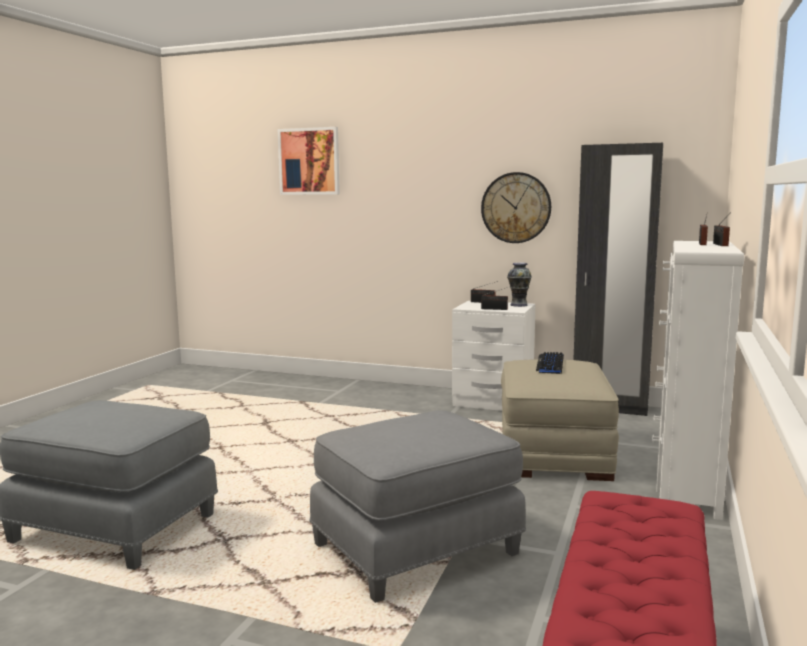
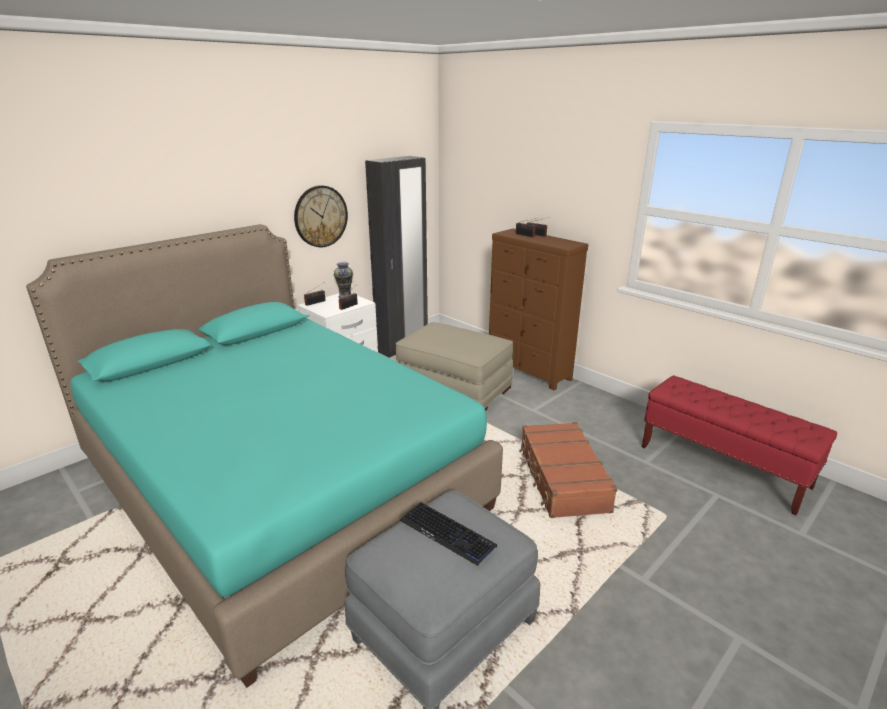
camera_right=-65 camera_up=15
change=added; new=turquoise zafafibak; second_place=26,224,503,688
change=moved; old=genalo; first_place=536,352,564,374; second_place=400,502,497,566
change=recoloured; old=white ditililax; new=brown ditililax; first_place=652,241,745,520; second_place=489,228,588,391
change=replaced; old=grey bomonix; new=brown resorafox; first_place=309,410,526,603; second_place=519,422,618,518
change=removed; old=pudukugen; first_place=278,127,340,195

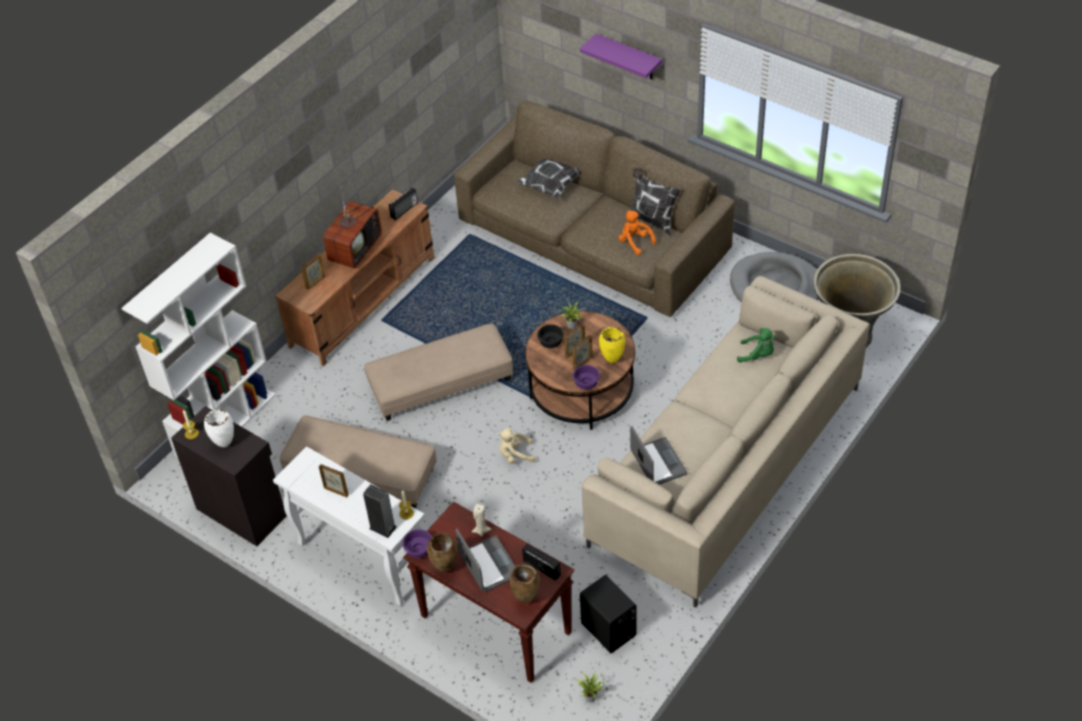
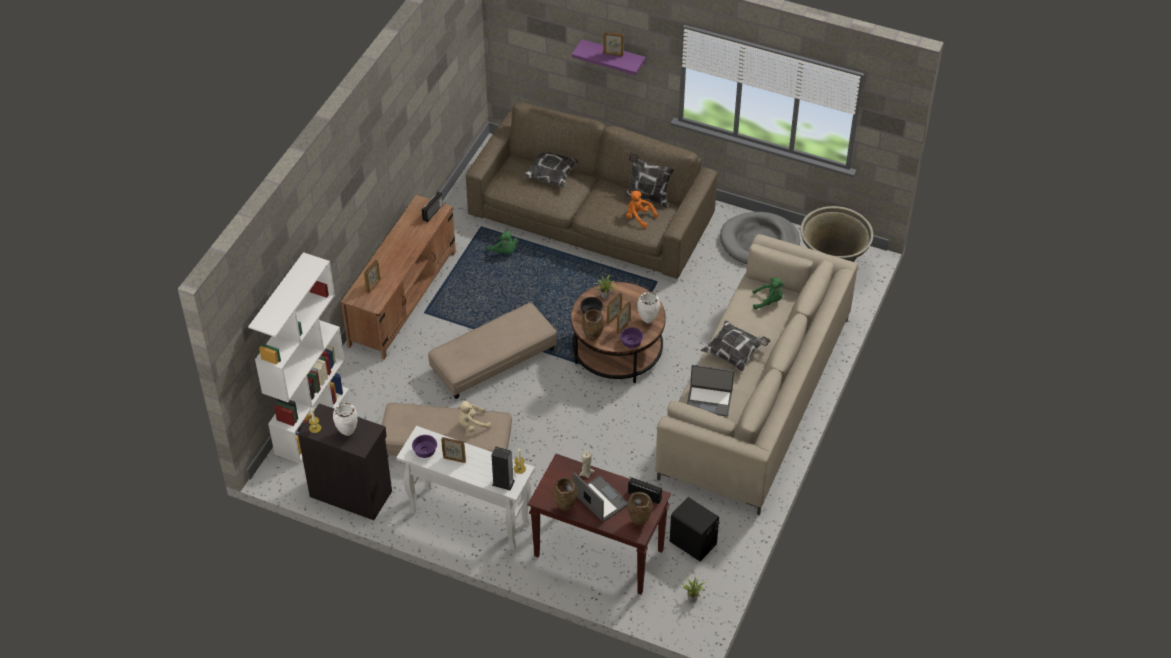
camera_right=-15 camera_up=0
change=moved; old=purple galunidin; first_place=402,529,432,558; second_place=412,435,437,458
change=moved; old=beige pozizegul; first_place=498,428,536,464; second_place=457,401,491,432
change=added; new=green pozizegul; second_place=486,230,518,254
change=added; new=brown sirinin; second_place=582,309,604,341
change=added; new=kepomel; second_place=603,31,624,56
change=recoloured; old=yellow sirinin; new=white sirinin; first_place=599,327,625,363; second_place=637,292,660,324
change=turned; old=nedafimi; first_place=630,426,687,485; second_place=687,365,734,417; degrees=135
change=added; new=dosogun; second_place=700,320,770,372
change=removed; old=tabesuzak; first_place=323,186,382,268

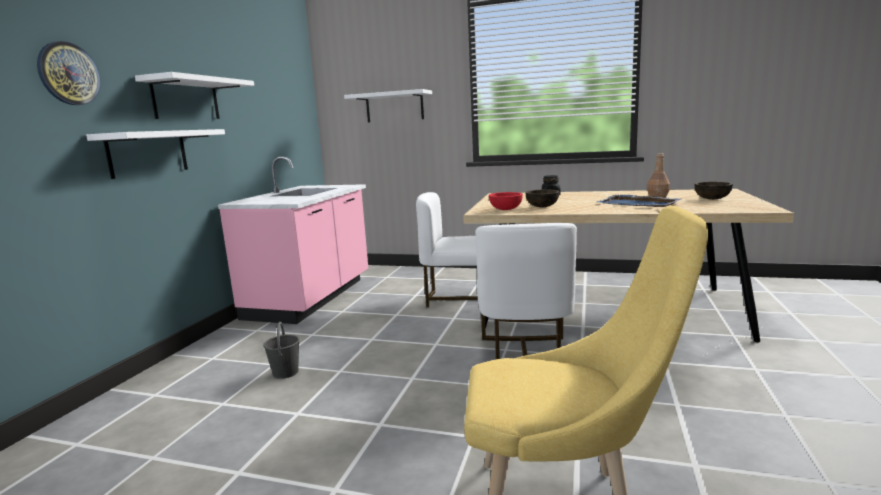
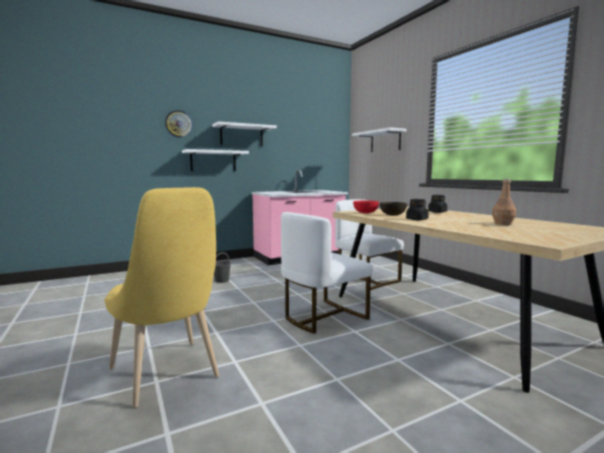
camera_right=45 camera_up=-5
change=added; new=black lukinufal; second_place=406,199,429,220
change=removed; old=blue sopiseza; first_place=597,195,683,207
change=removed; old=brown galunidin; first_place=694,182,733,200

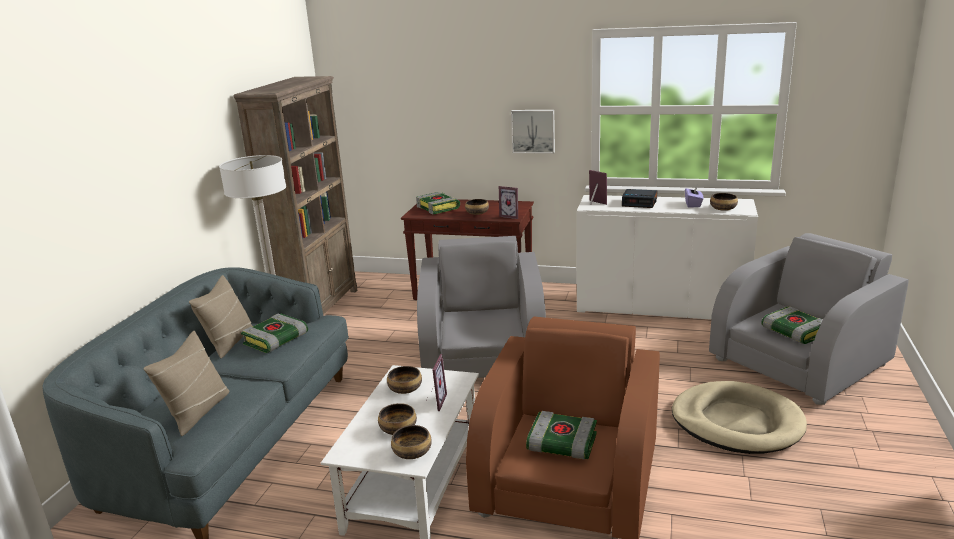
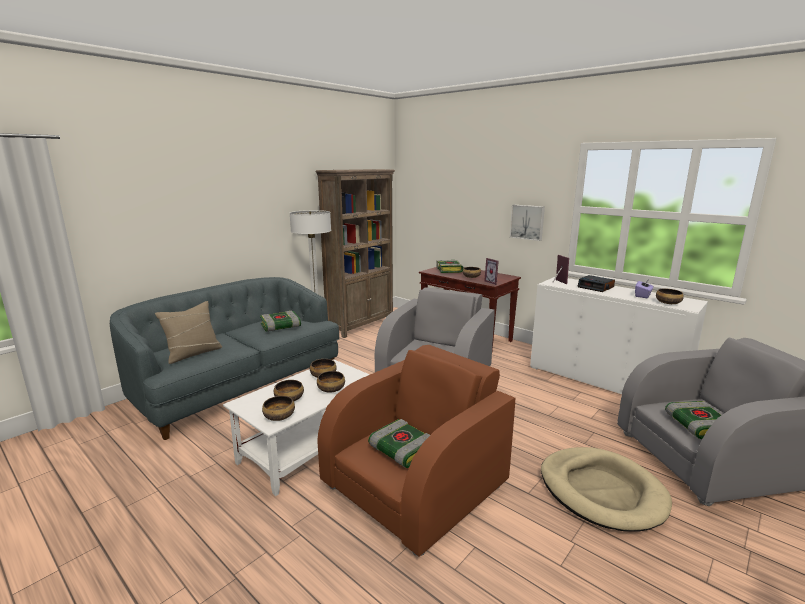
camera_right=25 camera_up=-5
change=replaced; old=kepomel; new=galunidin; first_place=429,354,447,411; second_place=317,371,345,393
change=removed; old=beige dosogun; first_place=189,275,253,358

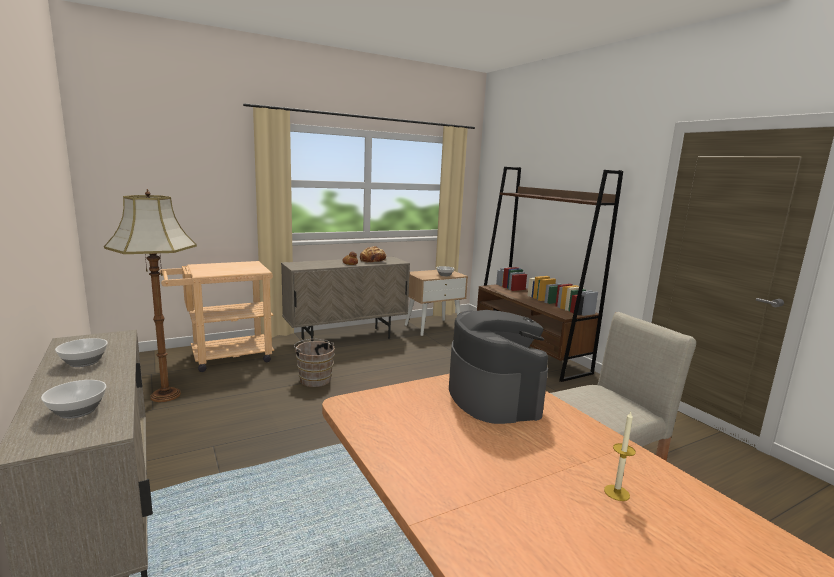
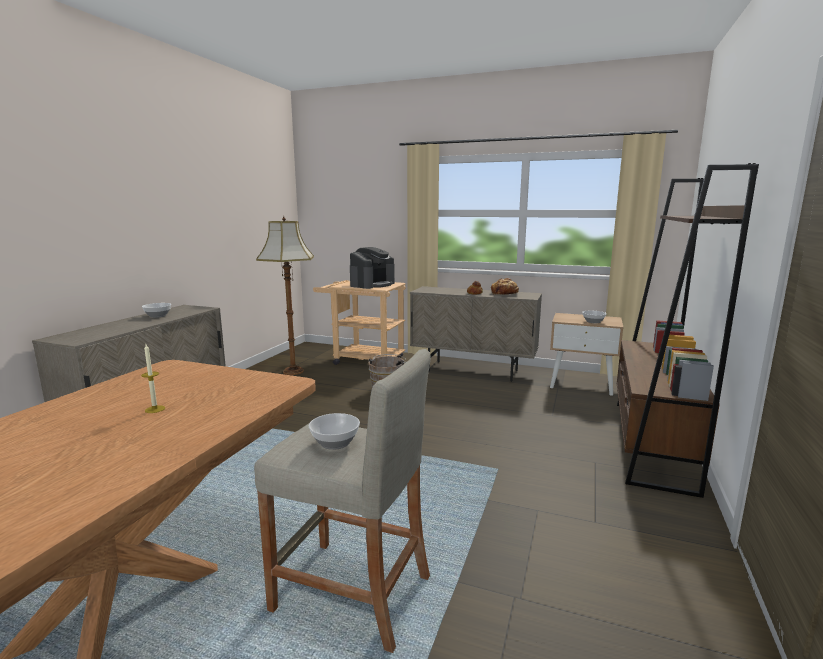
camera_right=50 camera_up=0
change=moved; old=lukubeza; first_place=604,412,636,501; second_place=141,344,165,413
change=moved; old=galunidin; first_place=41,380,106,419; second_place=309,413,360,450
change=moved; old=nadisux; first_place=449,310,548,424; second_place=350,247,395,289

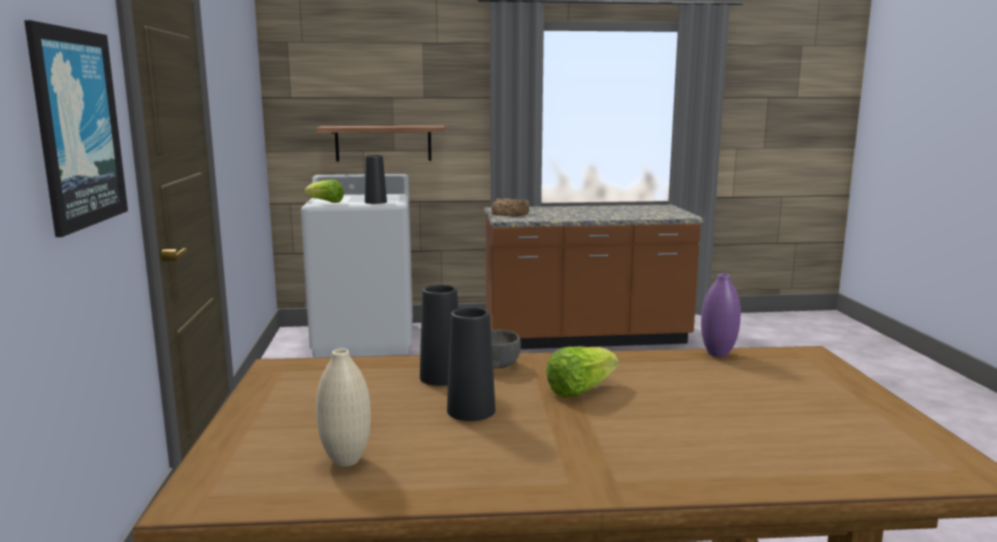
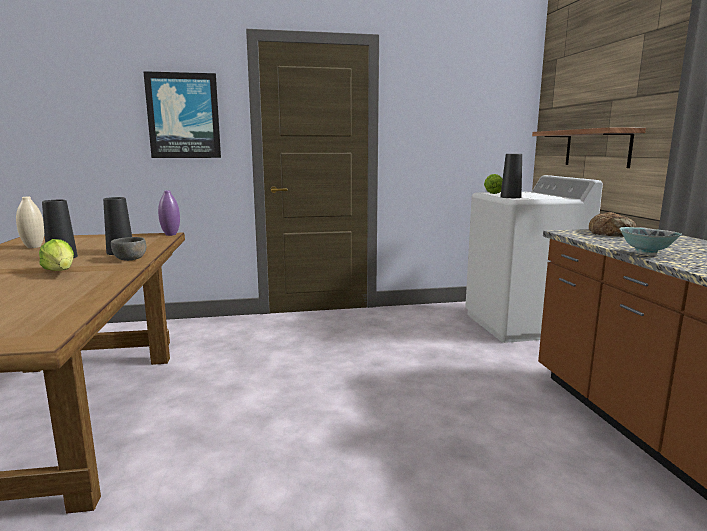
camera_right=85 camera_up=0
change=moved; old=purple sirinin; first_place=701,273,741,357; second_place=158,190,180,236
change=added; new=galunidin; second_place=619,227,682,256

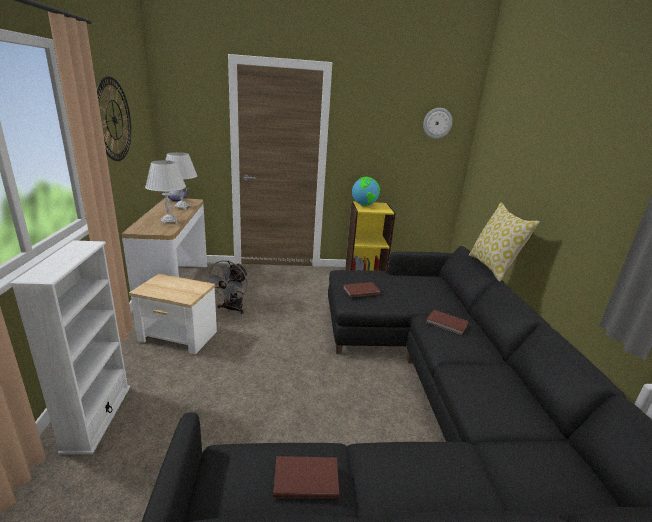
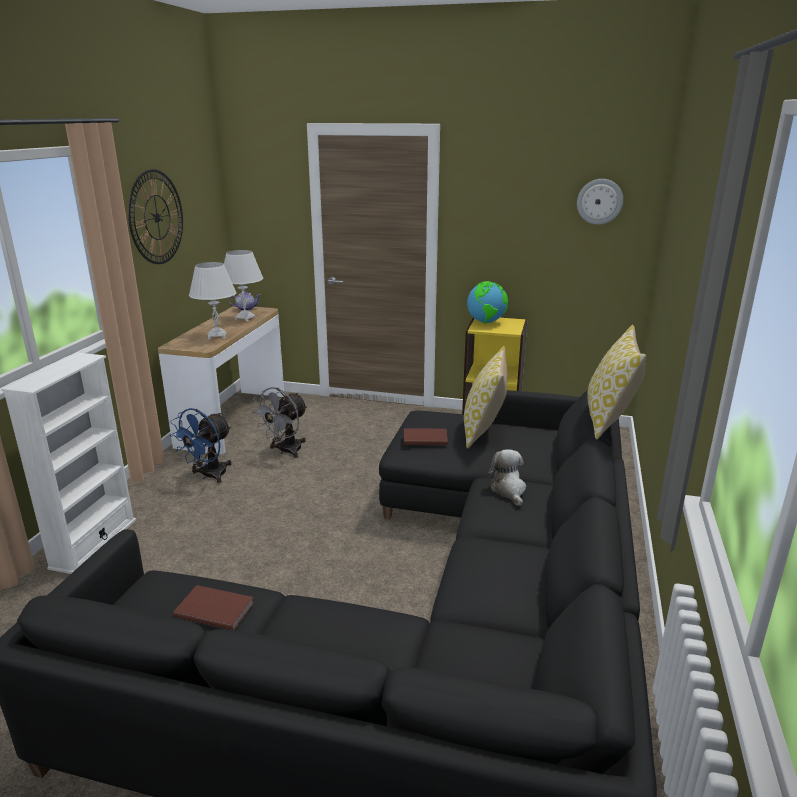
camera_right=20 camera_up=0
change=replaced; old=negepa; new=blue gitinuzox; first_place=129,274,217,354; second_place=170,408,231,483
change=added; new=dosogun; second_place=464,346,507,449
change=replaced; old=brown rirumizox; new=pozizegul; first_place=426,310,469,335; second_place=488,449,526,506

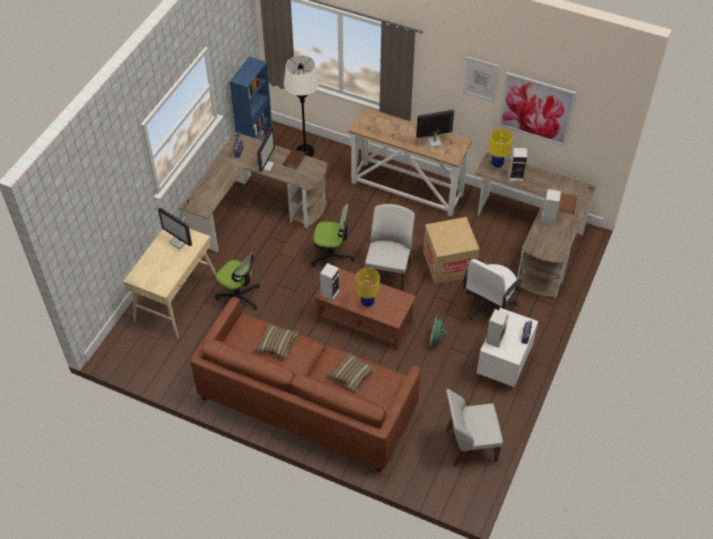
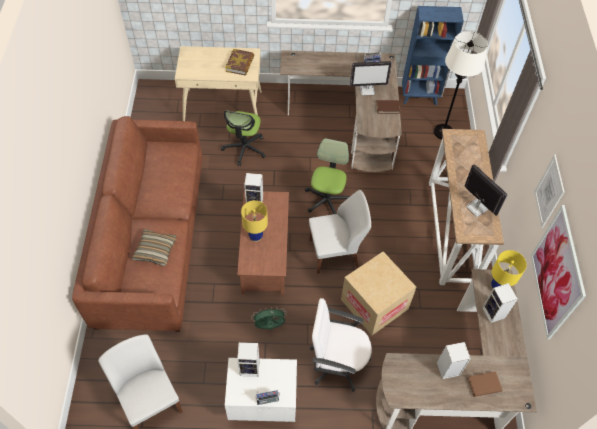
camera_right=65 camera_up=5
change=replaced; old=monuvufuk; new=rirumizox; first_place=158,207,192,249; second_place=225,49,254,75
change=turned; old=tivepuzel; first_place=311,204,355,267; second_place=305,138,350,214; degrees=-150
change=removed; old=dosogun; first_place=256,324,298,358

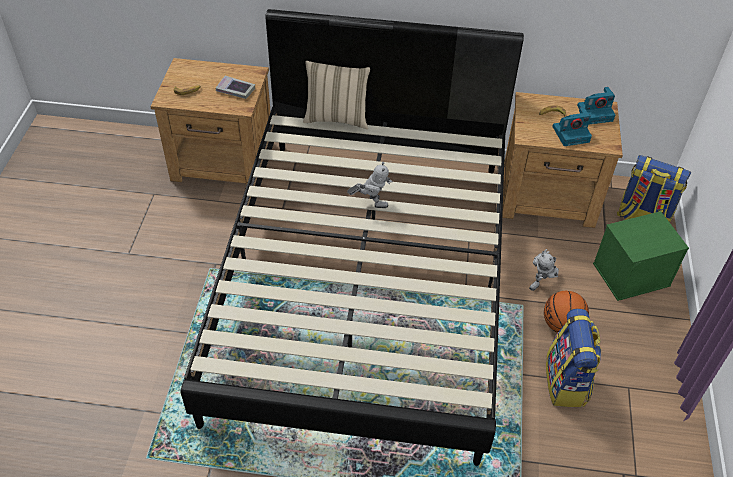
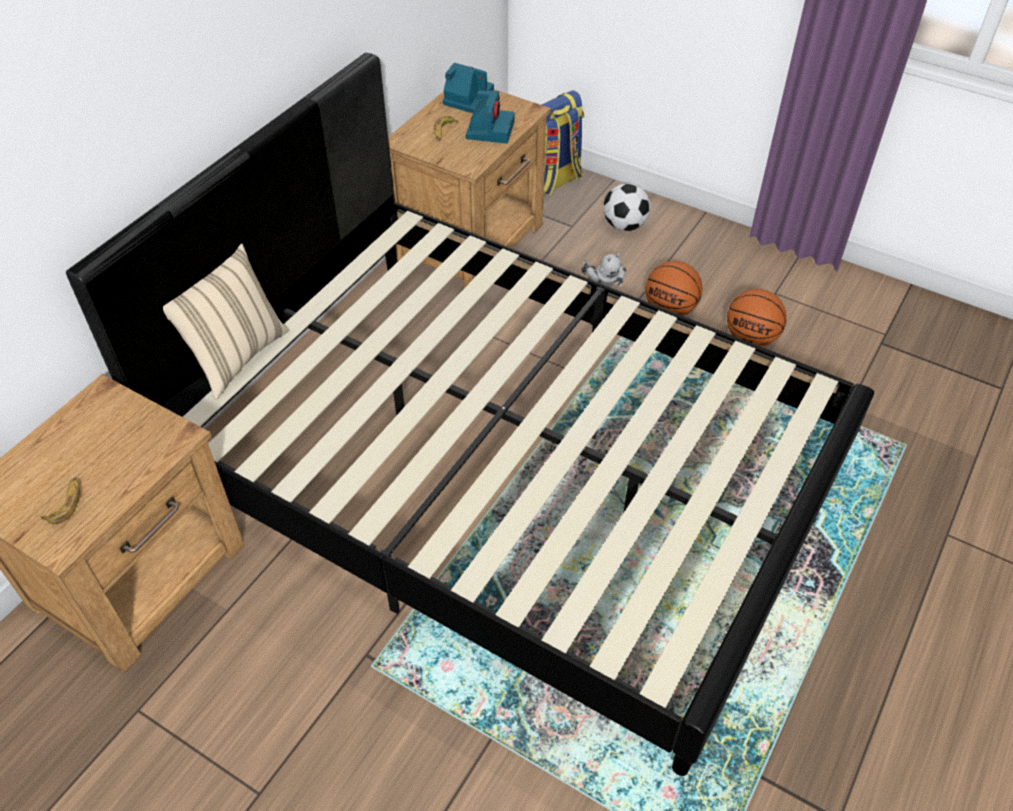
camera_right=-65 camera_up=0
change=turned; old=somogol; first_place=577,87,615,125; second_place=443,63,494,113; degrees=-75
change=replaced; old=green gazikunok; new=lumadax; first_place=593,211,689,301; second_place=603,183,651,231
change=replaced; old=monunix; new=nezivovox; first_place=546,309,601,407; second_place=727,289,787,347
change=removed; old=rirumizox; first_place=216,76,255,99
change=removed; old=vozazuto; first_place=347,162,393,208

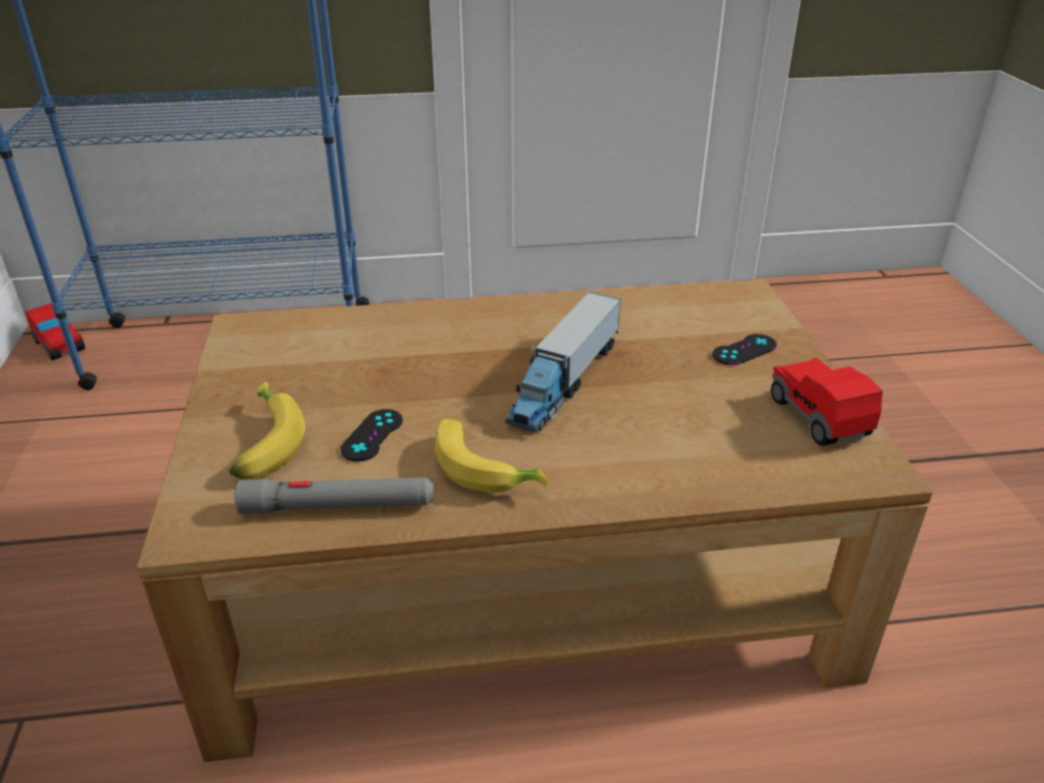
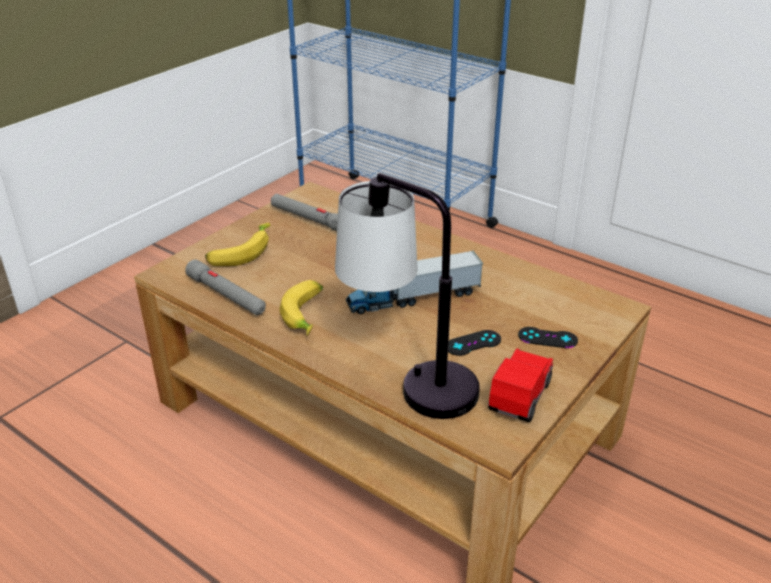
camera_right=45 camera_up=0
change=added; new=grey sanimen; second_place=271,194,338,231
change=added; new=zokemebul; second_place=335,173,480,419
change=moved; old=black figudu; first_place=340,409,403,461; second_place=448,330,501,356
change=removed; old=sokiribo; first_place=25,303,85,360

